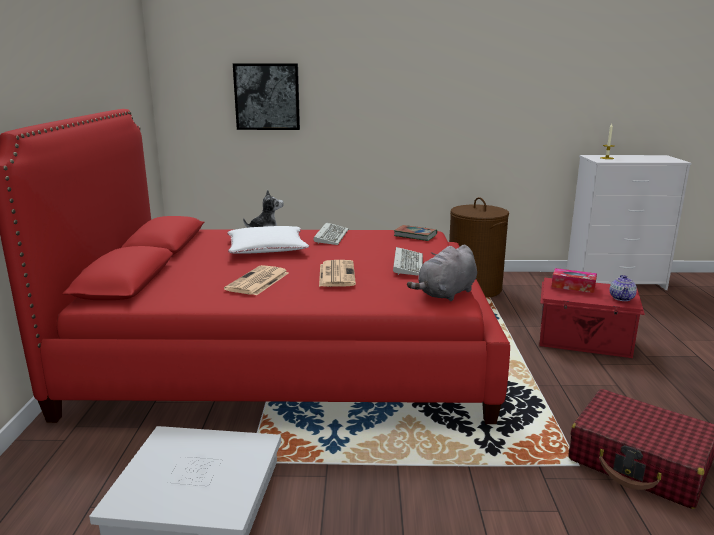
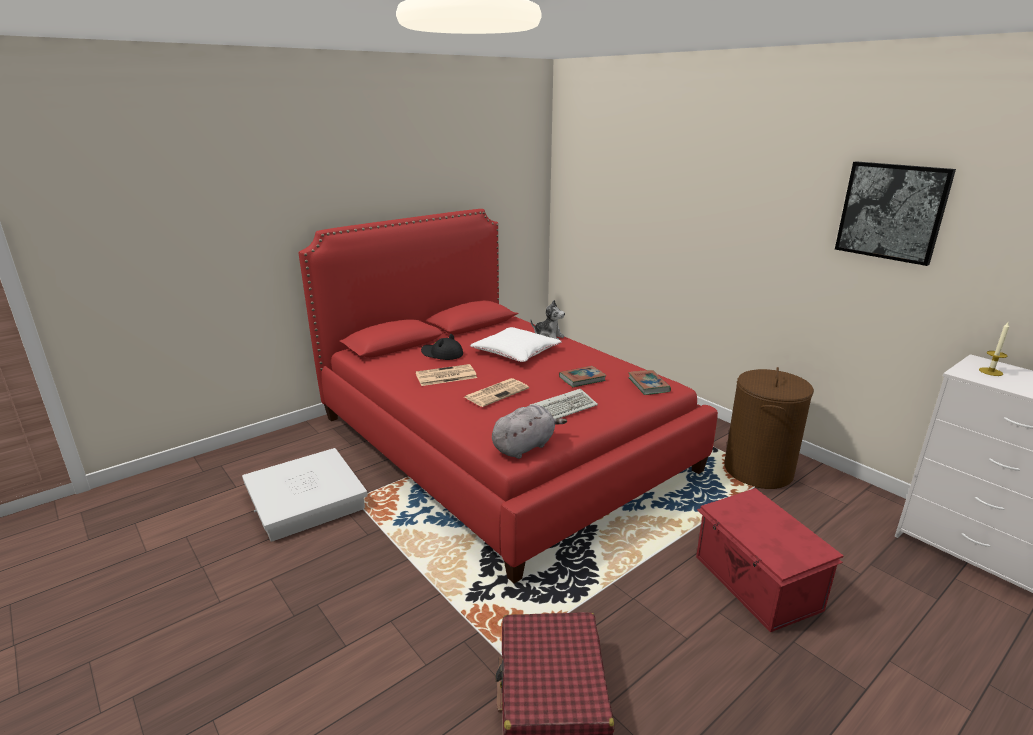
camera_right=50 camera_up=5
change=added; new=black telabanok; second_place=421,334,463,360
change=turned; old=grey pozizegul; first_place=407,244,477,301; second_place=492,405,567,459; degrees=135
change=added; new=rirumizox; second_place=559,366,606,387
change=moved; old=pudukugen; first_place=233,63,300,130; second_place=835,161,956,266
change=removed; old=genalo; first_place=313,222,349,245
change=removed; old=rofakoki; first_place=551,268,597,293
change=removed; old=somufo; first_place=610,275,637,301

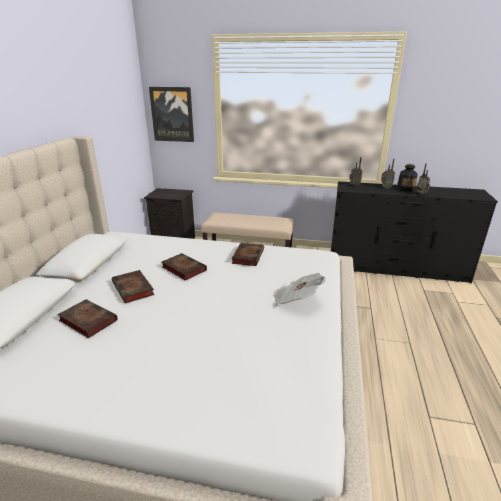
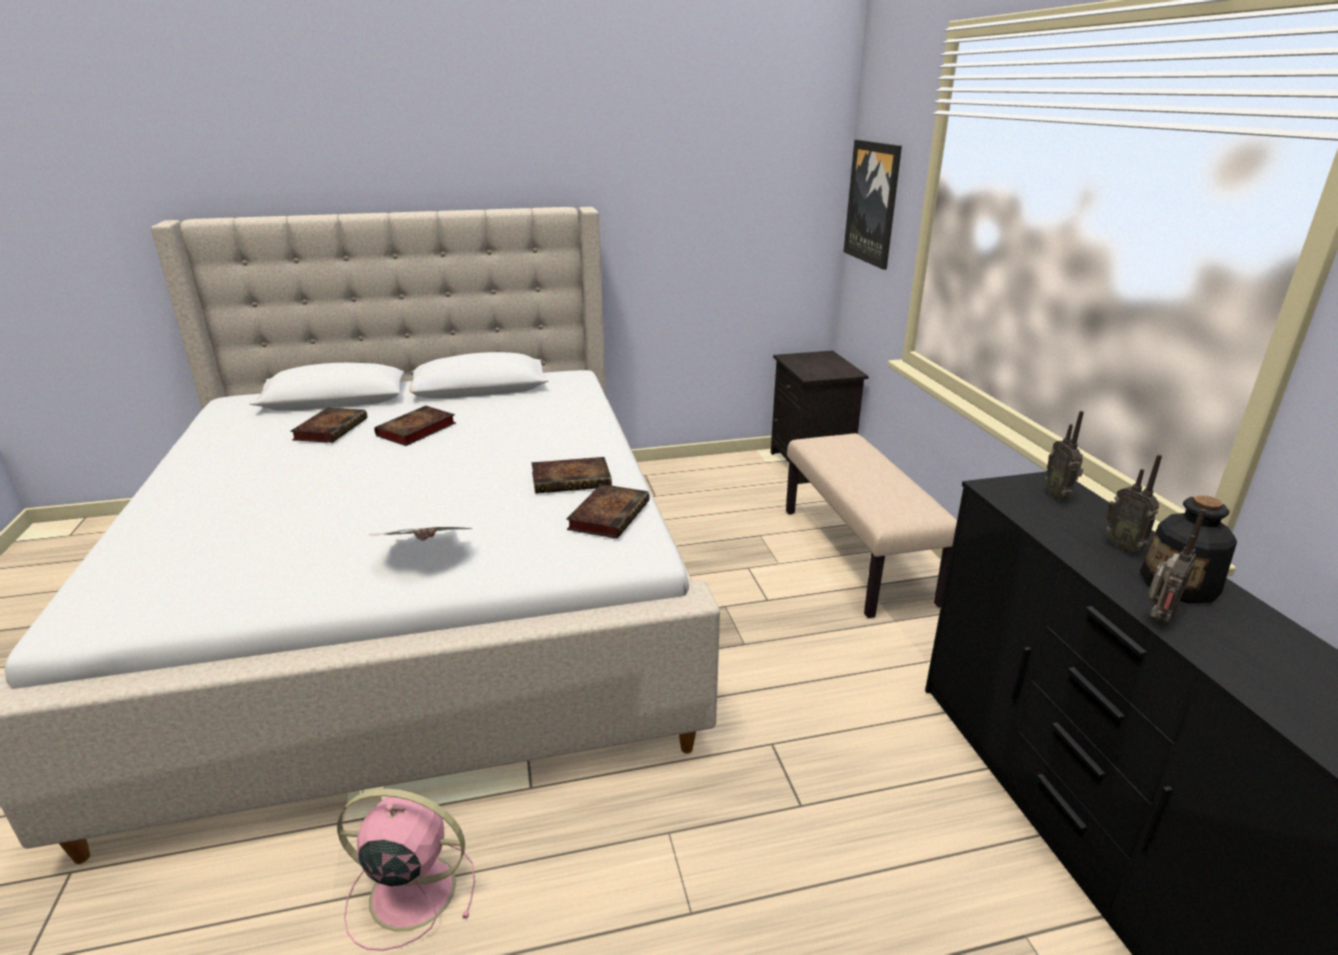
camera_right=65 camera_up=0
change=added; new=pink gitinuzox; second_place=337,788,475,951
change=moved; old=rirumizox; first_place=162,253,207,280; second_place=566,484,650,539

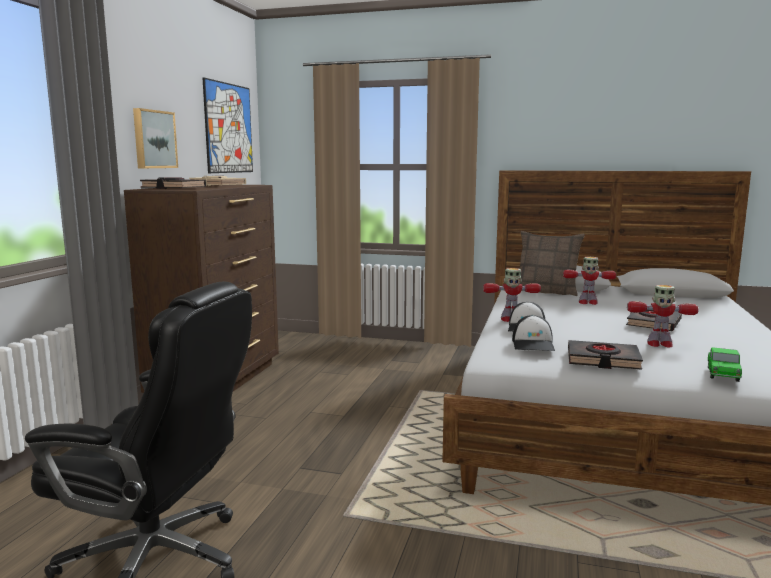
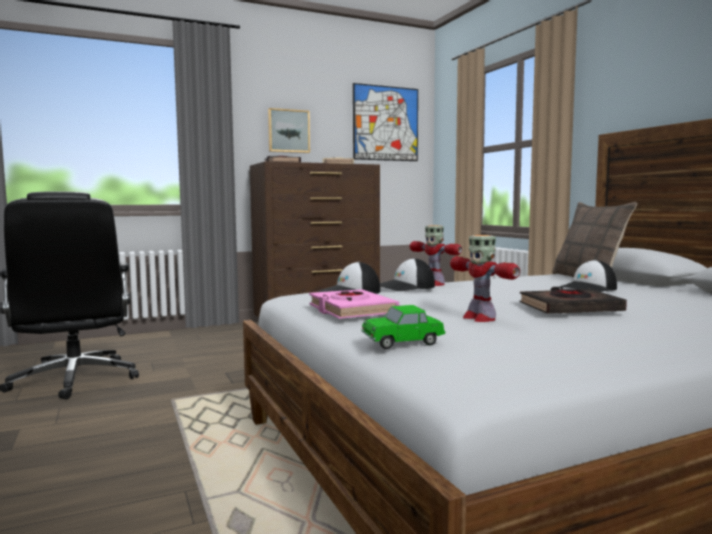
camera_right=50 camera_up=-5
change=recoloured; old=black rirumizox; new=pink rirumizox; first_place=568,340,643,370; second_place=309,289,399,319
change=replaced; old=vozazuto; new=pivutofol; first_place=563,257,616,305; second_place=560,260,617,292

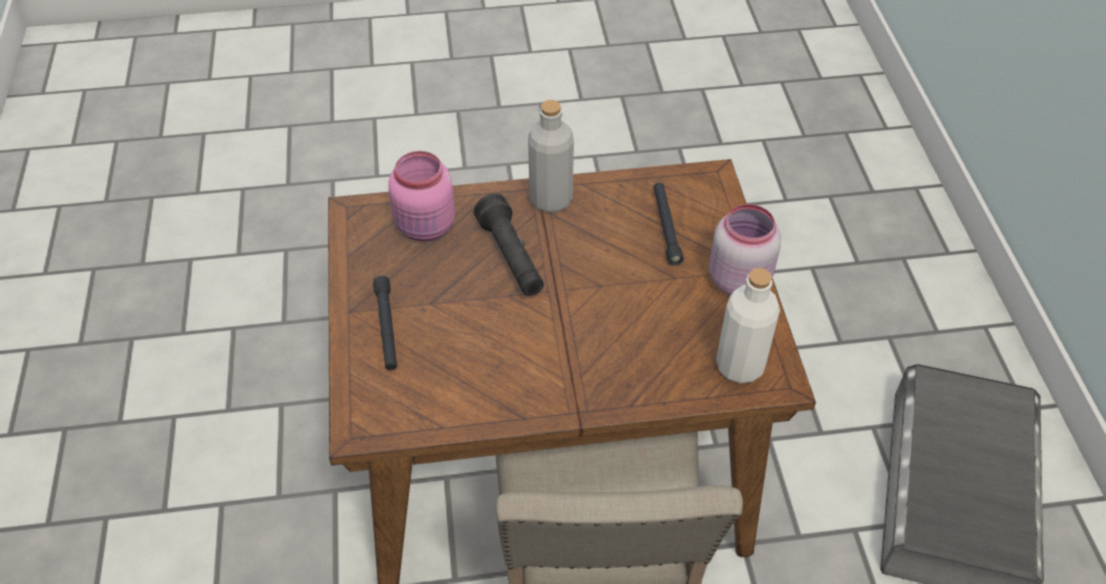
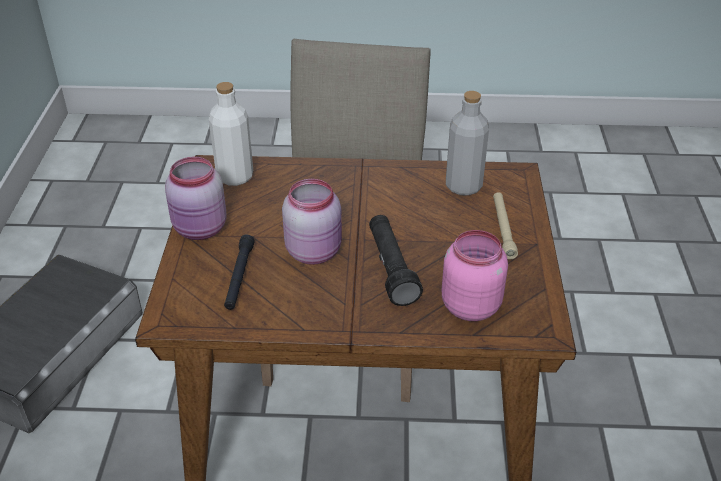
camera_right=-170 camera_up=-10
change=added; new=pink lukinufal; second_place=282,179,342,265
change=moved; old=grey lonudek; first_place=528,100,574,212; second_place=446,91,489,196
change=recoloured; old=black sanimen; new=beige sanimen; first_place=373,276,397,370; second_place=493,192,518,259

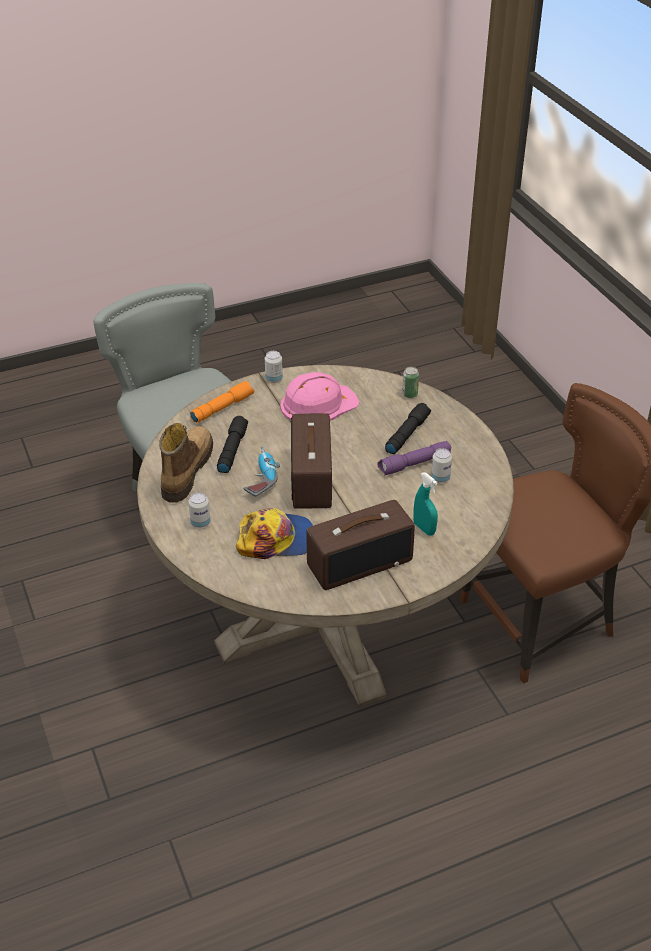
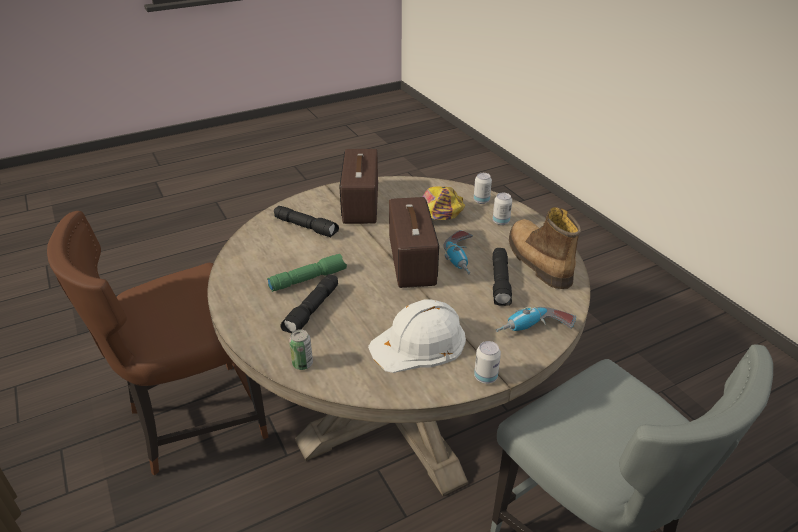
camera_right=175 camera_up=-5
change=recoloured; old=purple sanimen; new=green sanimen; first_place=378,441,451,476; second_place=267,254,347,292
change=replaced; old=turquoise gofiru; new=black sanimen; first_place=413,472,438,536; second_place=274,206,339,237
change=turned; old=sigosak; first_place=306,500,415,590; second_place=339,149,378,224; degrees=-60
change=recoloured; old=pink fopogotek; new=white fopogotek; first_place=280,372,360,421; second_place=368,299,466,373
change=moved; old=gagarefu; first_place=431,448,452,483; second_place=474,173,492,204
change=replaced; old=orange sanimen; new=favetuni; first_place=190,381,254,423; second_place=496,307,576,332
change=turned; old=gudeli; first_place=159,423,213,503; second_place=509,207,581,289; degrees=150

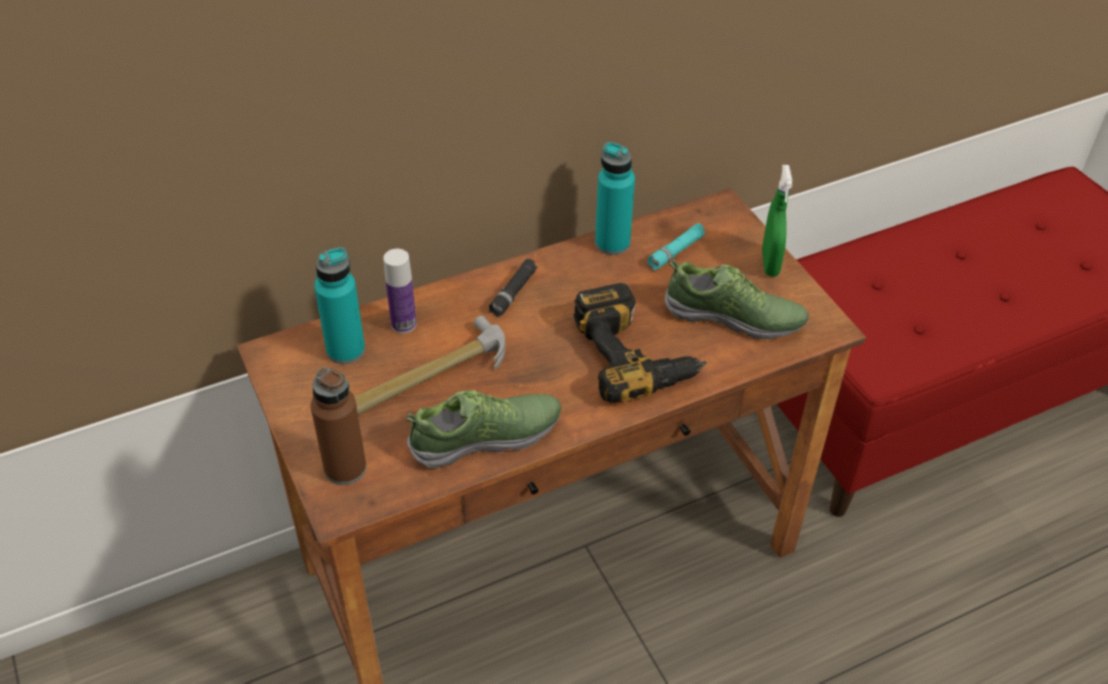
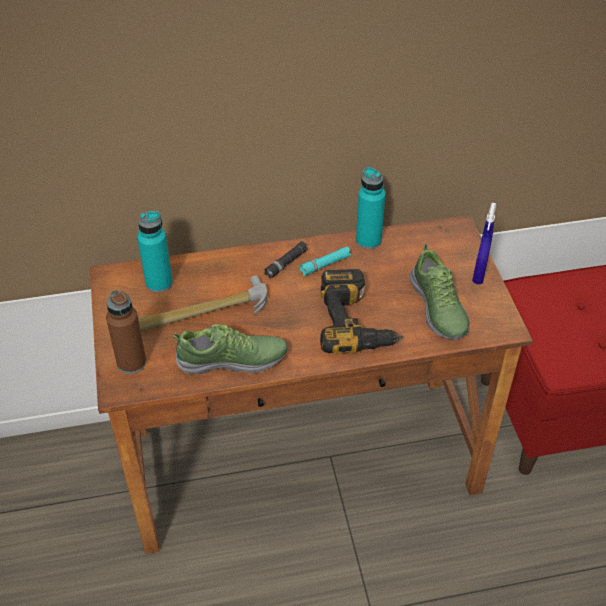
camera_right=15 camera_up=0
change=moved; old=turquoise sanimen; first_place=647,223,706,270; second_place=300,246,351,276
change=turned; old=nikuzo; first_place=665,260,809,339; second_place=409,244,470,339; degrees=45
change=recoloured; old=green gofiru; new=blue gofiru; first_place=762,165,792,277; second_place=472,203,496,284
change=removed; old=lonudek; first_place=383,249,417,334

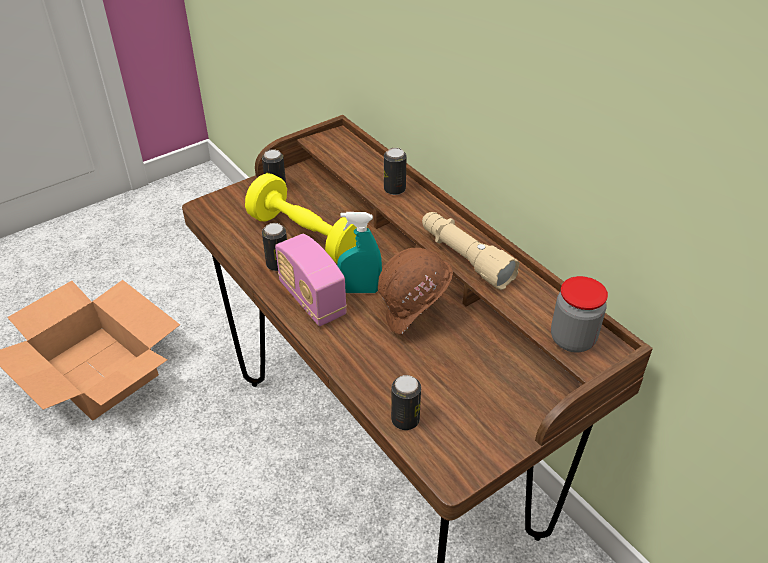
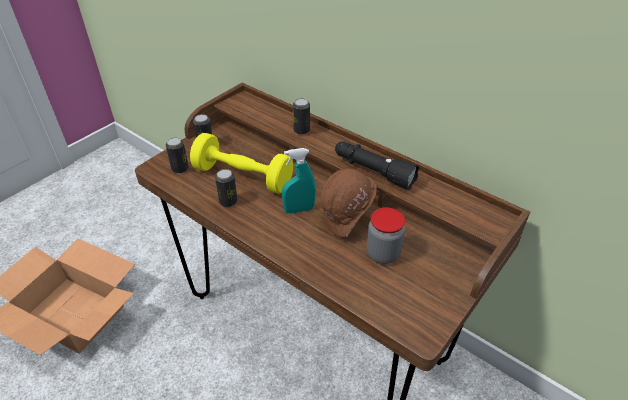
camera_right=-15 camera_up=0
change=moved; old=gagarefu; first_place=391,375,421,430; second_place=166,137,189,173
change=recoloured; old=beige sanimen; new=black sanimen; first_place=422,212,520,290; second_place=335,141,420,190
change=moved; old=lukinufal; first_place=551,276,608,352; second_place=367,207,405,264
change=removed; old=sigosak; first_place=275,234,347,326

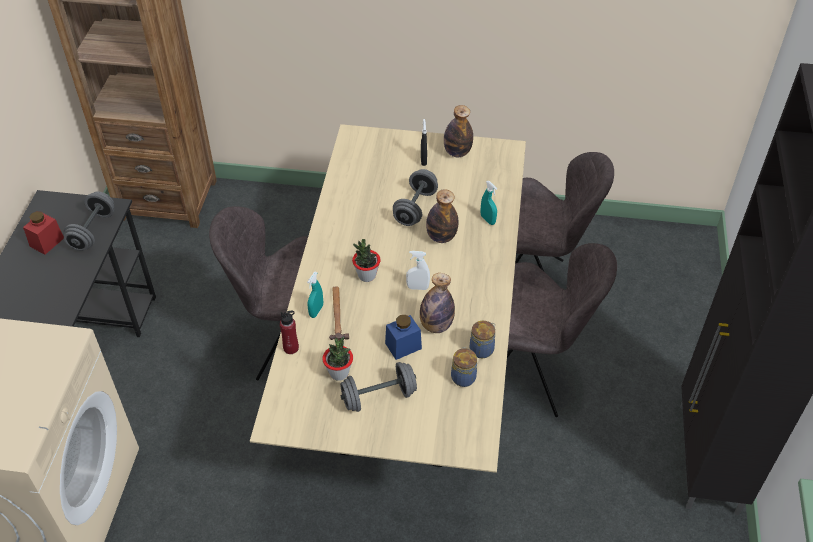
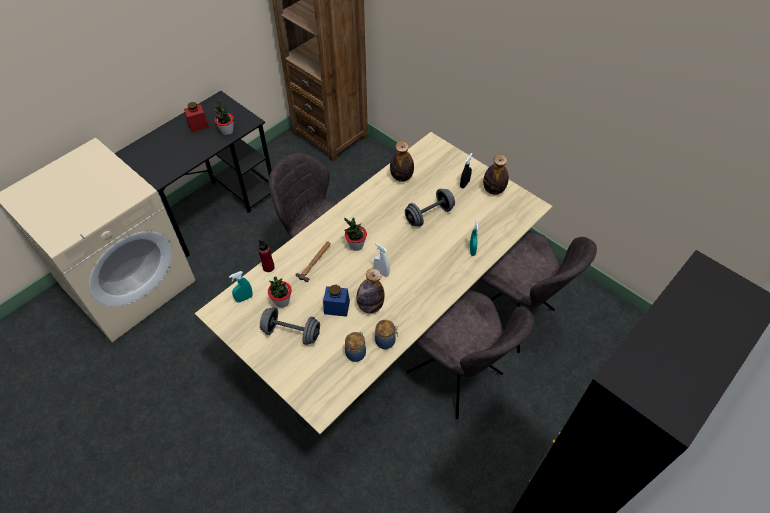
camera_right=35 camera_up=5
change=replaced; old=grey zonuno; new=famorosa; first_place=64,191,115,251; second_place=213,97,234,135
change=moved; old=turquoise gofiru; first_place=307,272,323,318; second_place=229,271,253,303
change=moved; old=lonudek; first_place=426,189,458,243; second_place=390,141,414,182

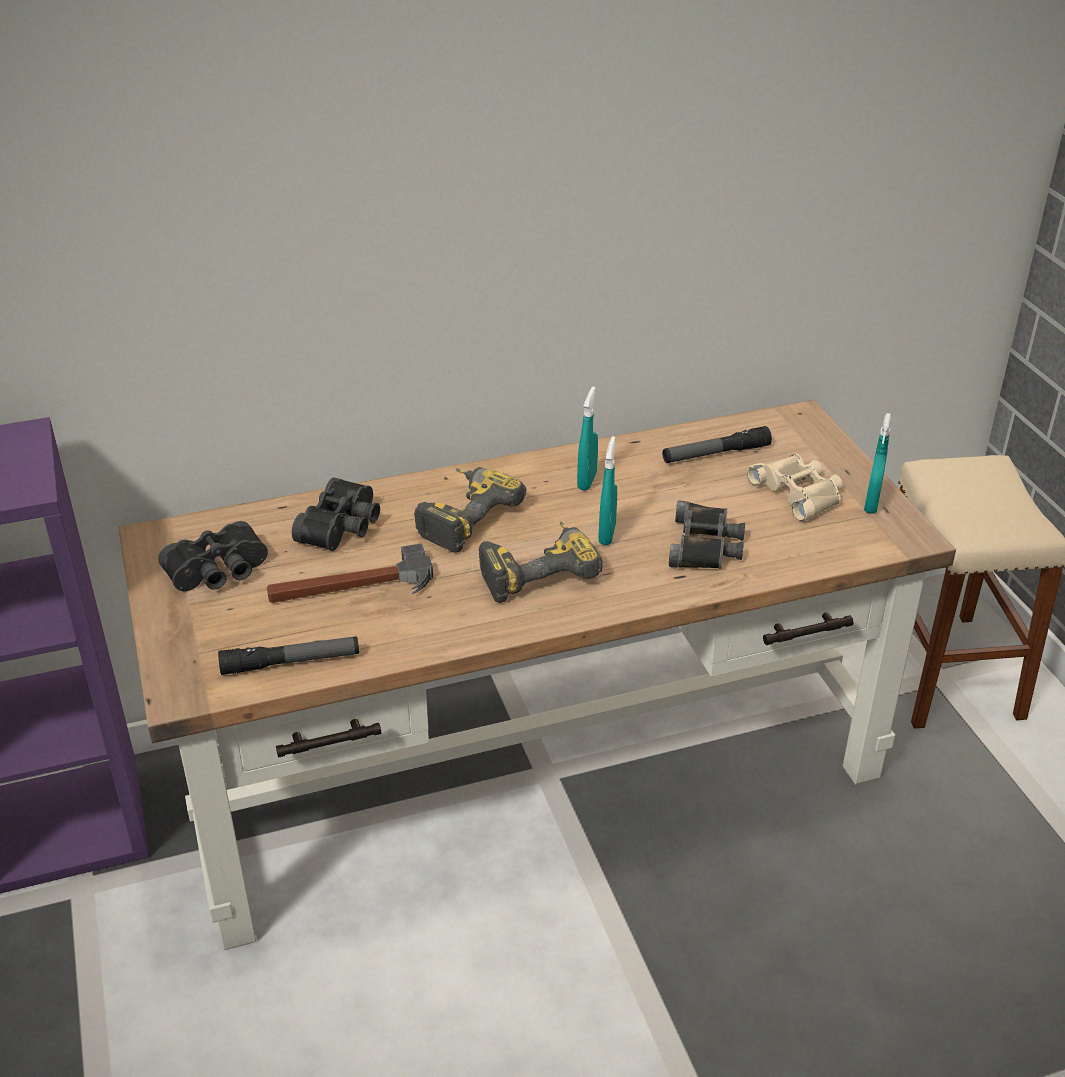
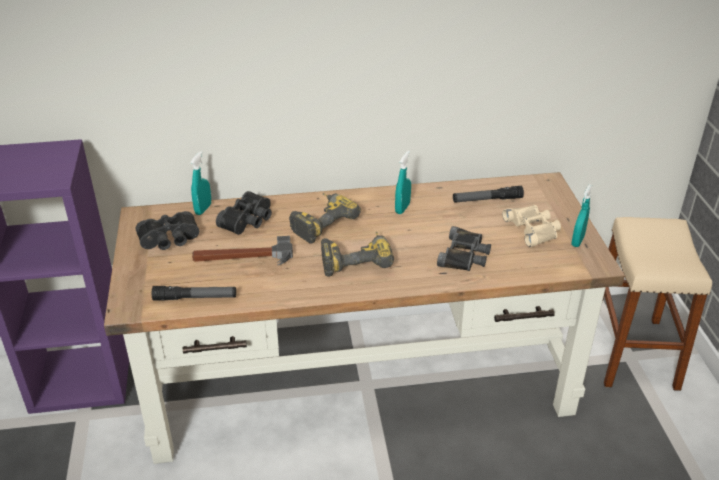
camera_right=10 camera_up=0
change=moved; old=turquoise gofiru; first_place=599,436,617,545; second_place=191,151,211,215

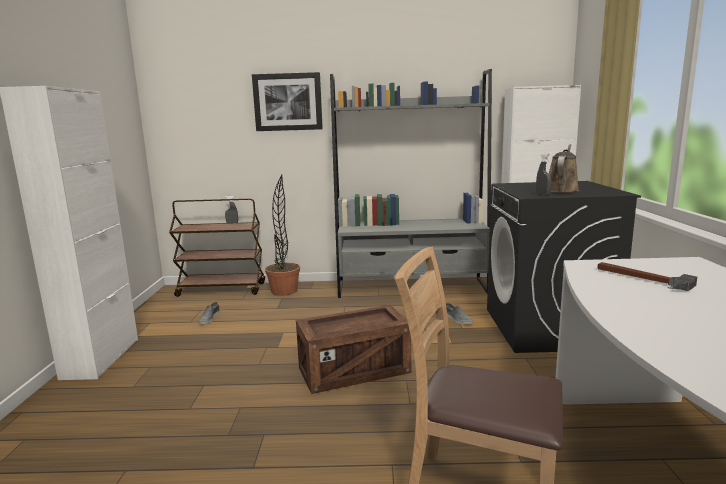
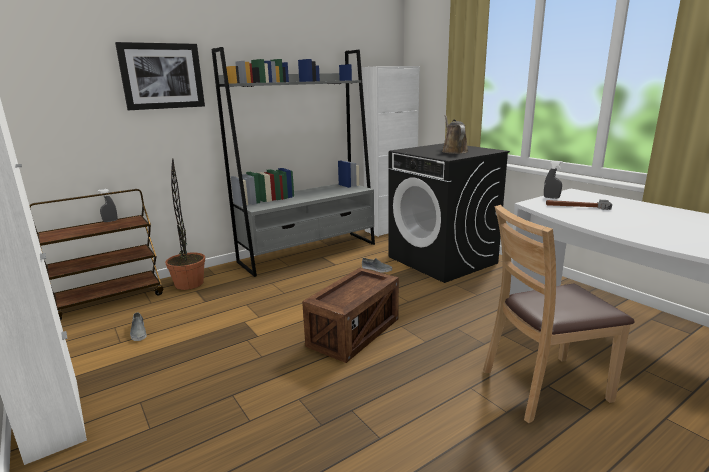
camera_right=-35 camera_up=5
change=moved; old=grey gofiru; first_place=536,153,551,196; second_place=544,161,563,199

